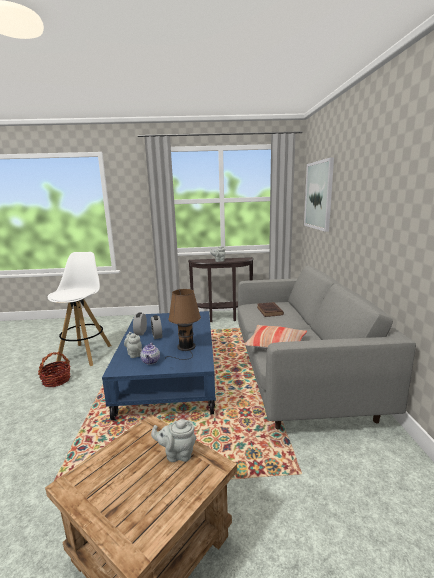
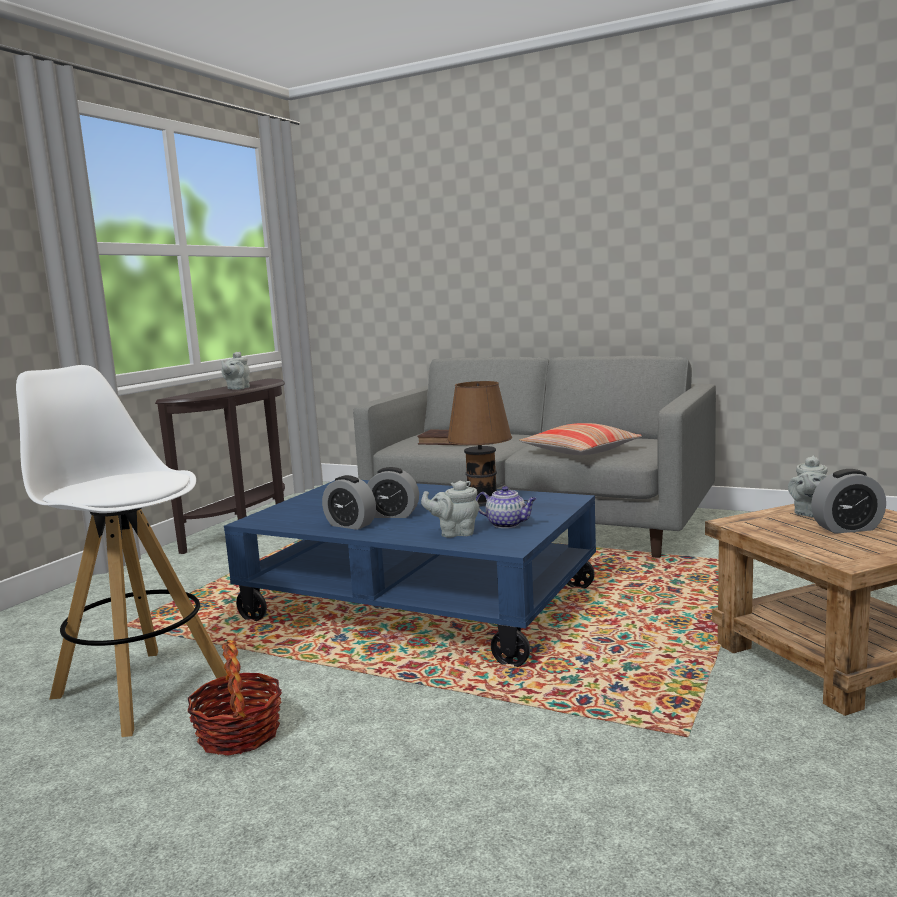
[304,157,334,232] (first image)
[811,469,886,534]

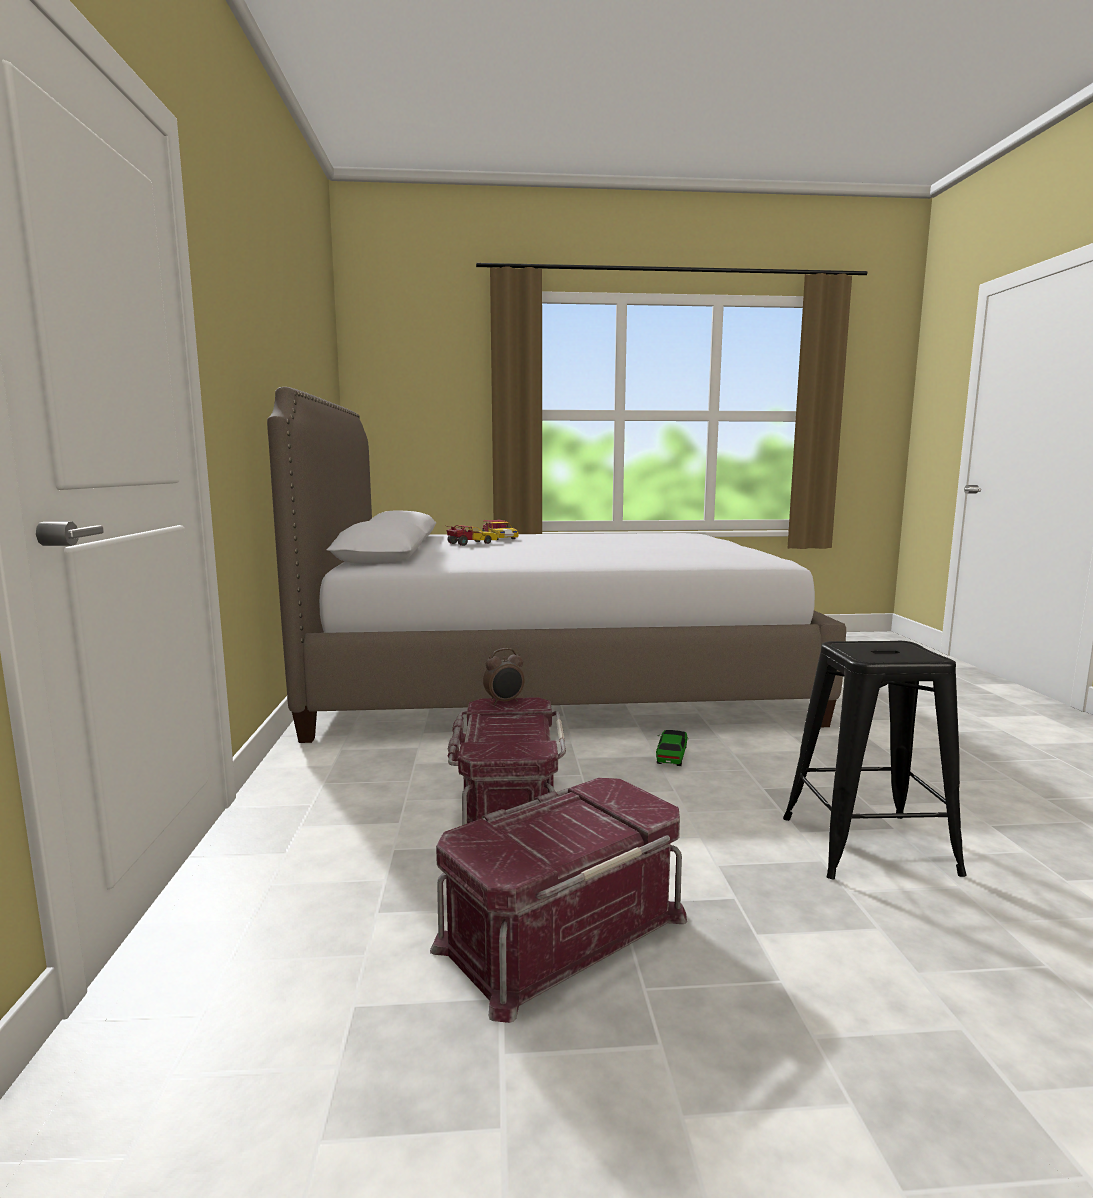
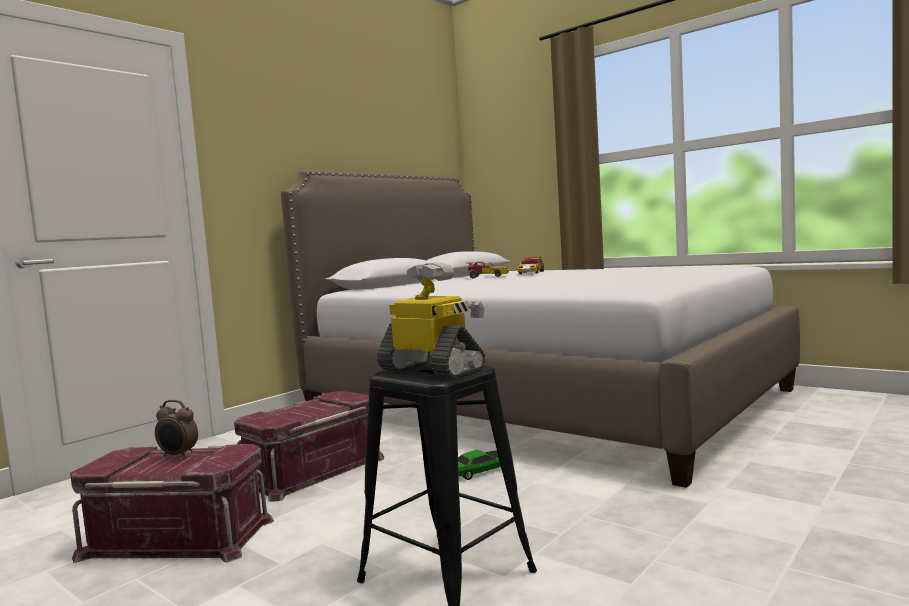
[377,262,486,378]
[155,400,198,458]

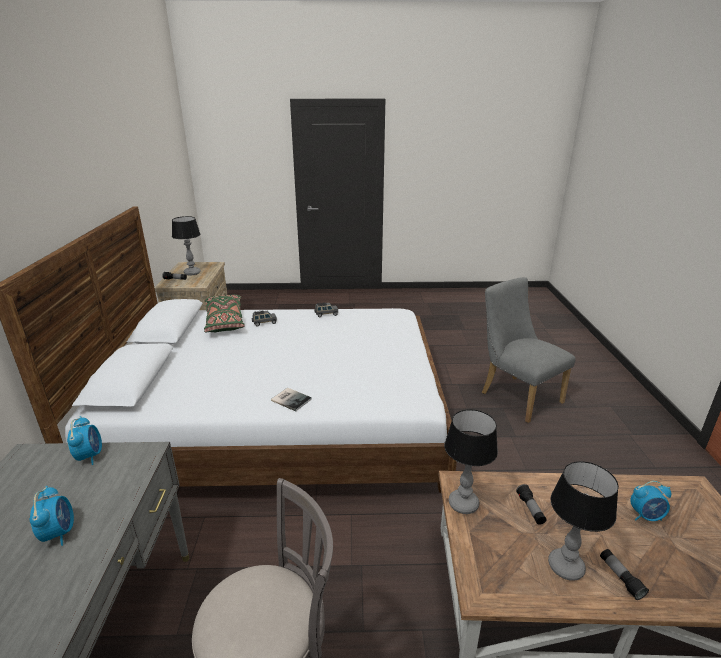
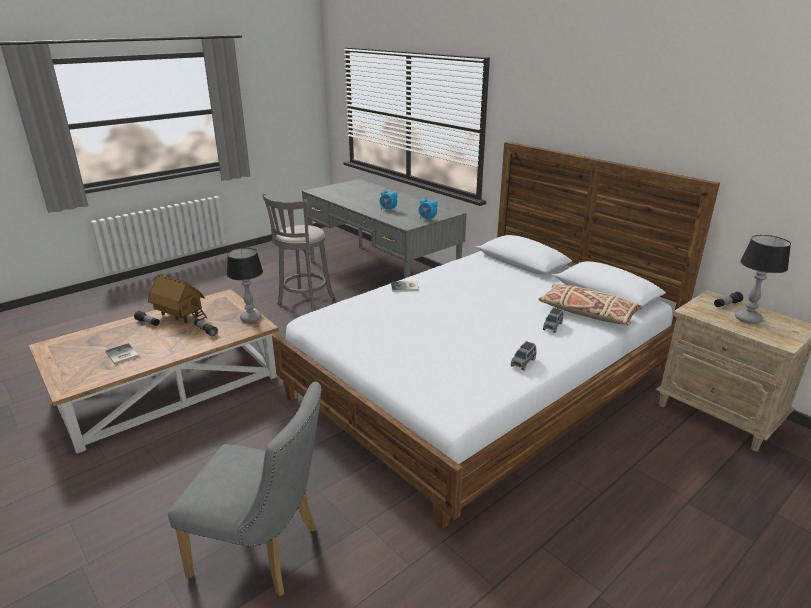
[148,274,207,323]
[105,343,139,364]
[538,284,643,325]

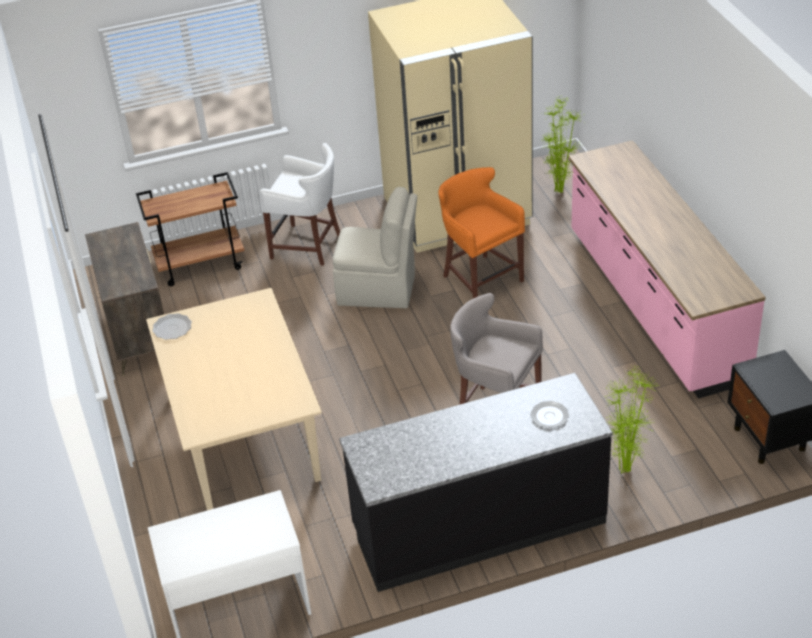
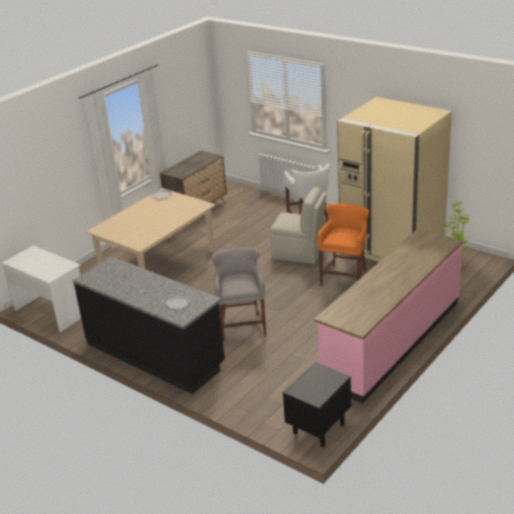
[136,172,244,286] (first image)
[605,365,659,473] (first image)
[270,187,327,264]

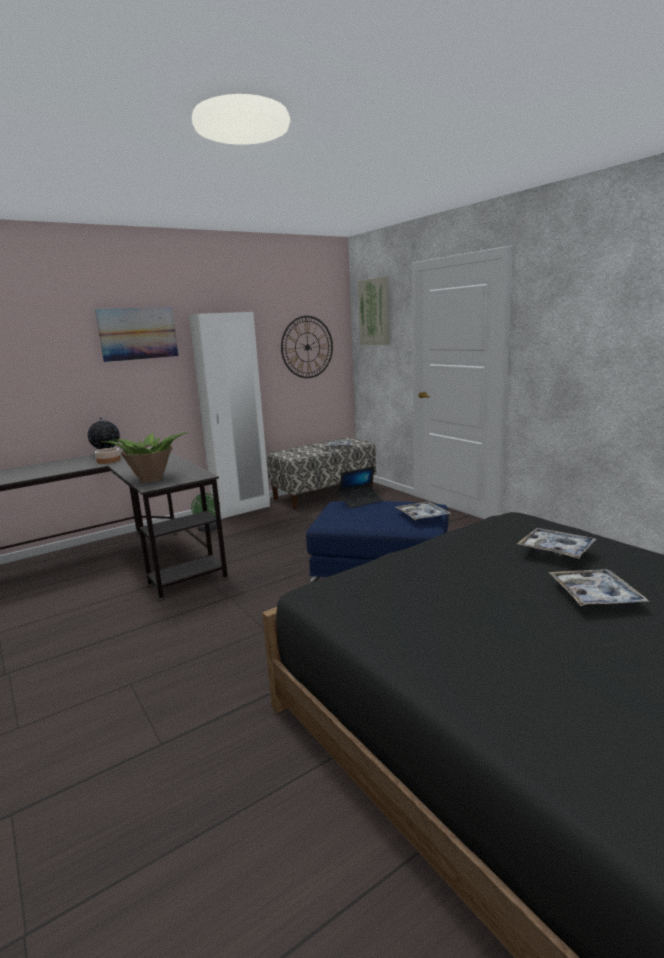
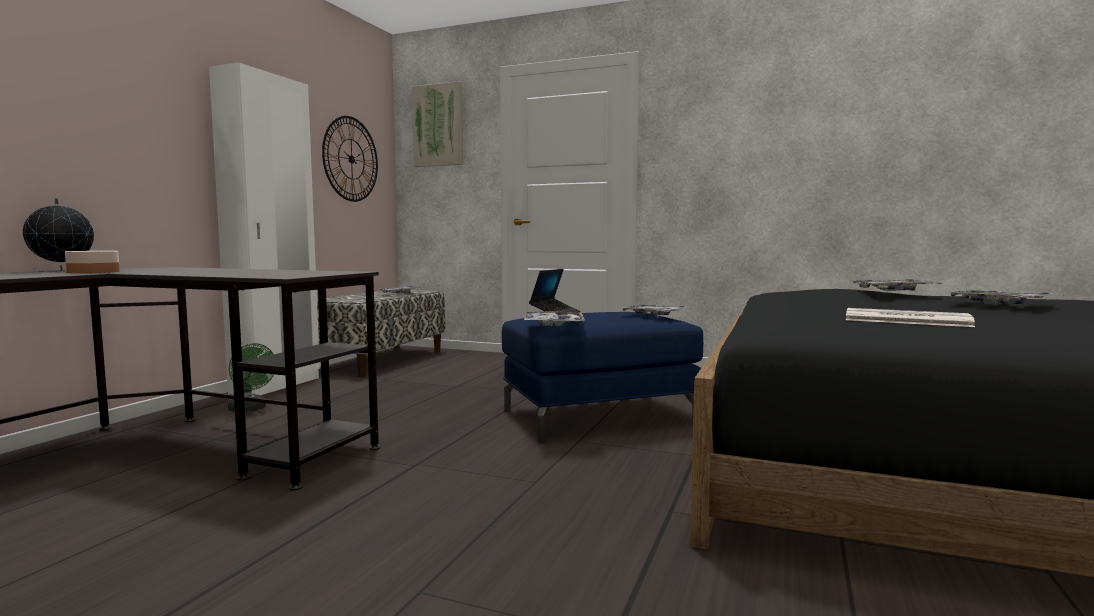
[95,307,178,362] (first image)
[100,432,189,482] (first image)
[524,311,585,327]
[846,308,975,327]

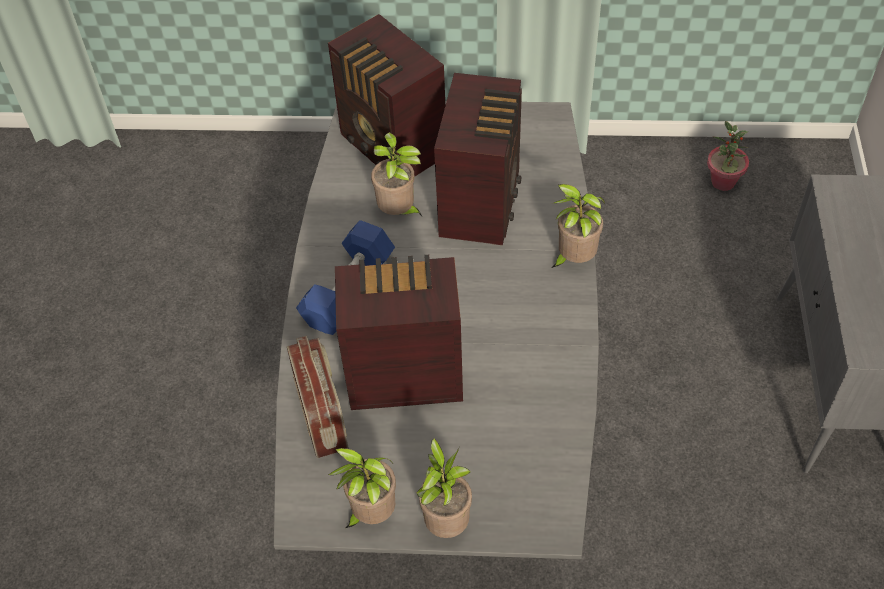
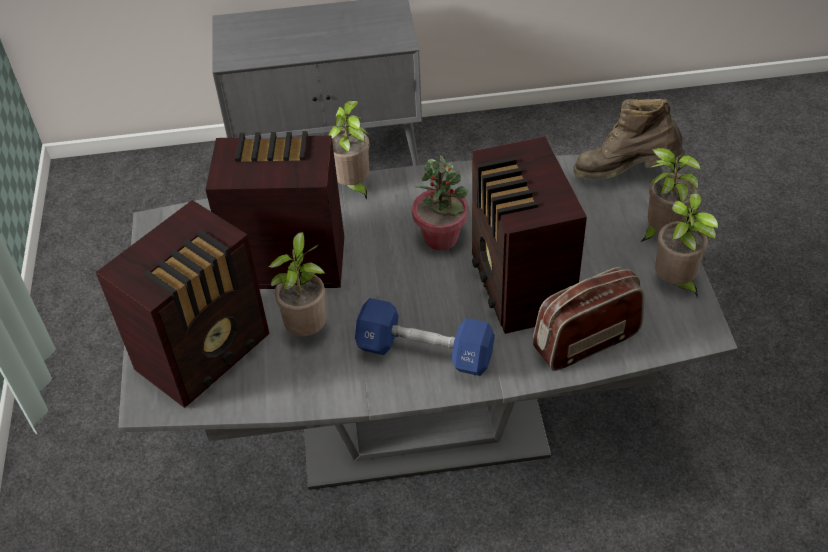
[573,99,685,179]
[412,156,468,251]

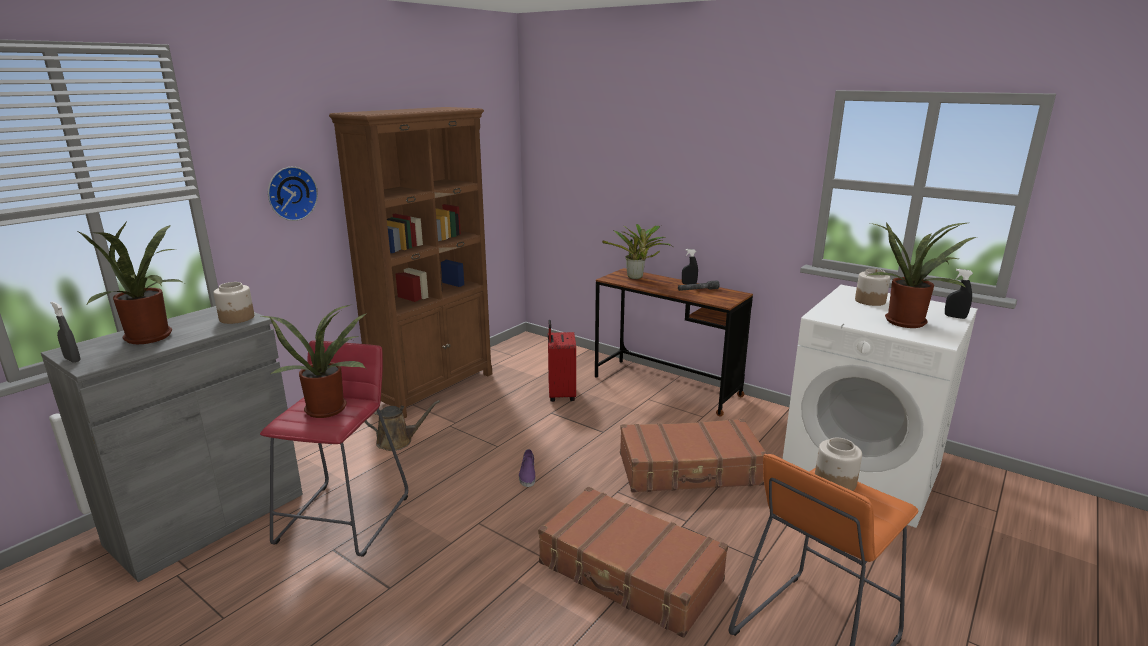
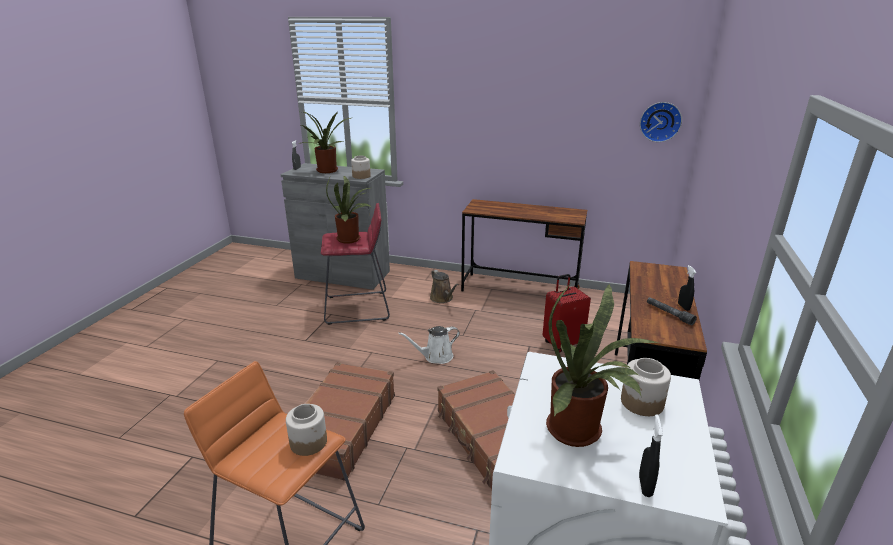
[602,224,673,279] (first image)
[640,102,682,142]
[461,199,587,291]
[398,326,460,364]

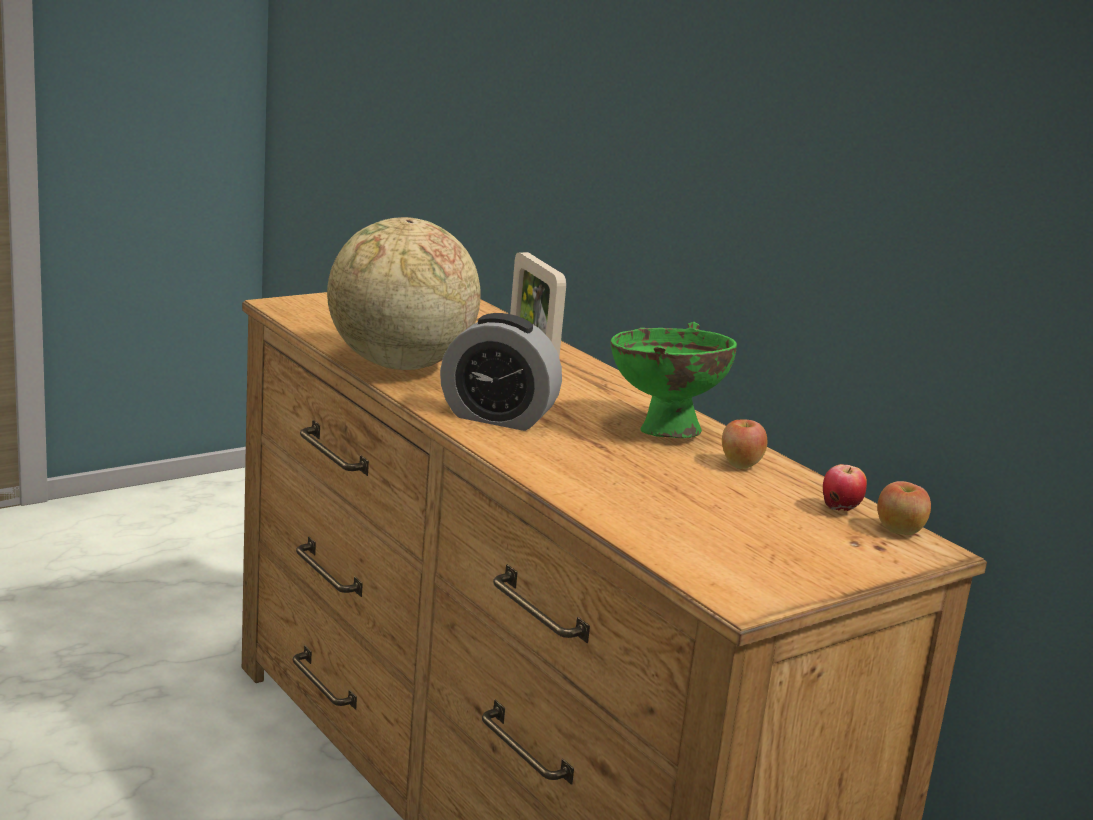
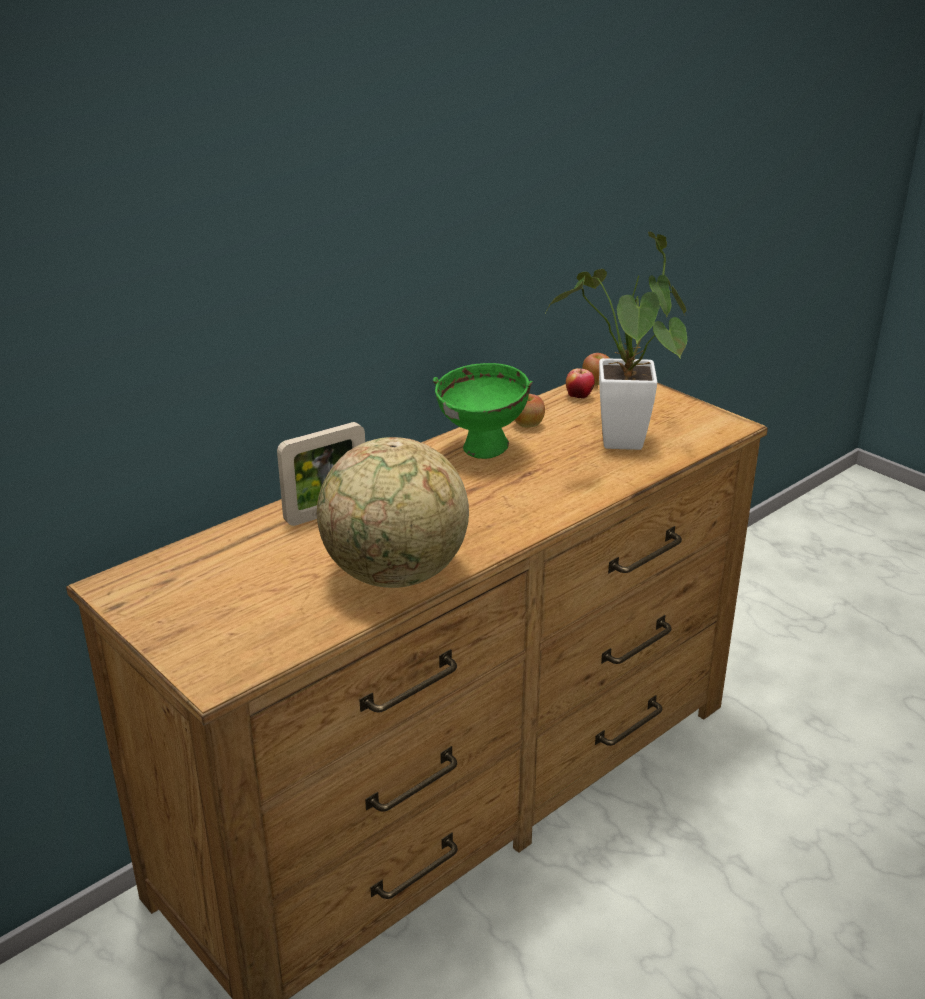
[440,313,562,431] (first image)
[546,232,687,450]

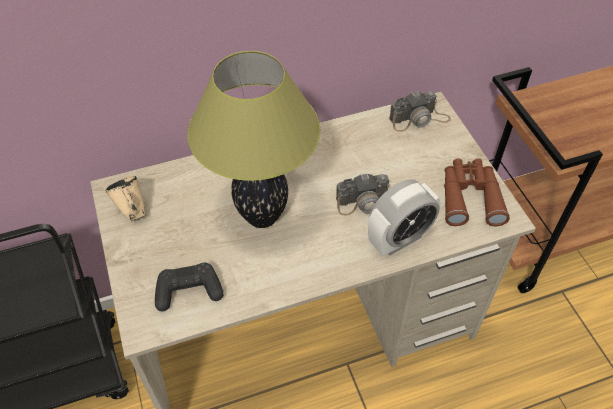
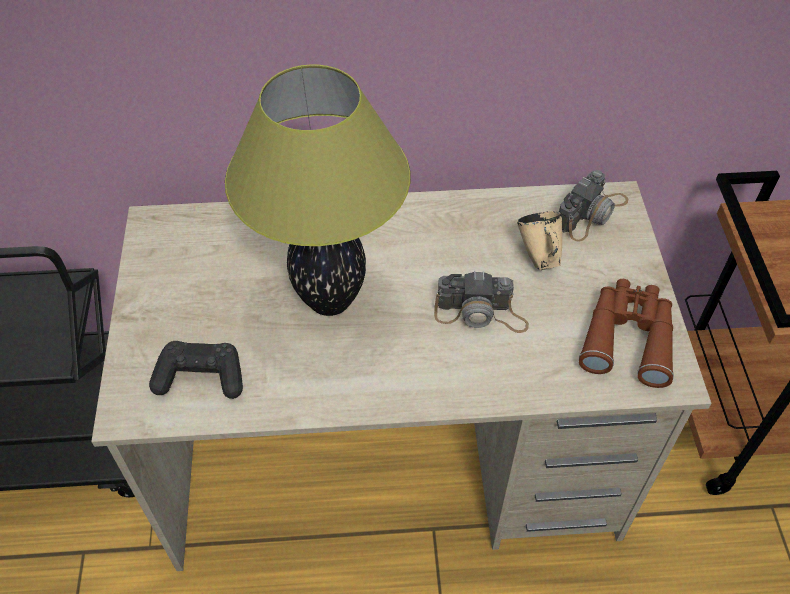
[368,180,440,256] (first image)
[517,211,562,270]
[559,170,628,242]

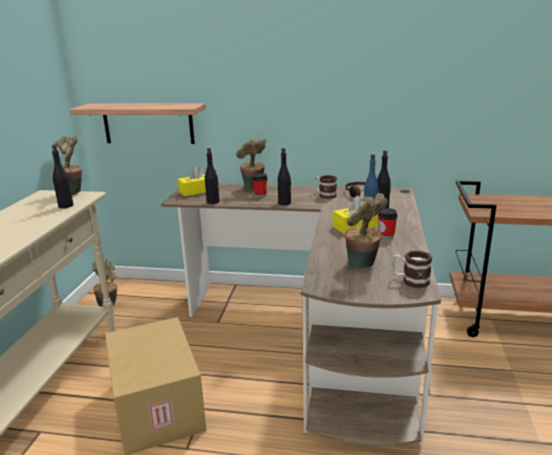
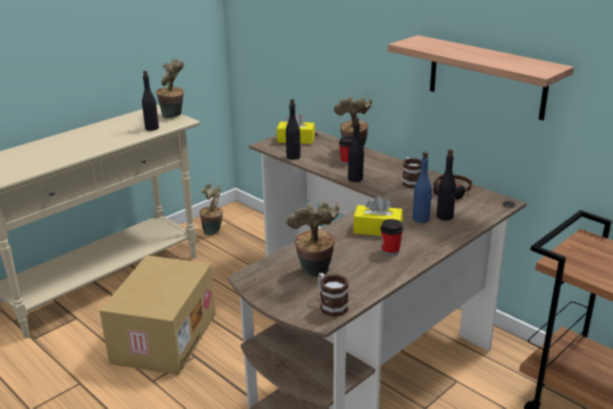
[388,35,574,120]

